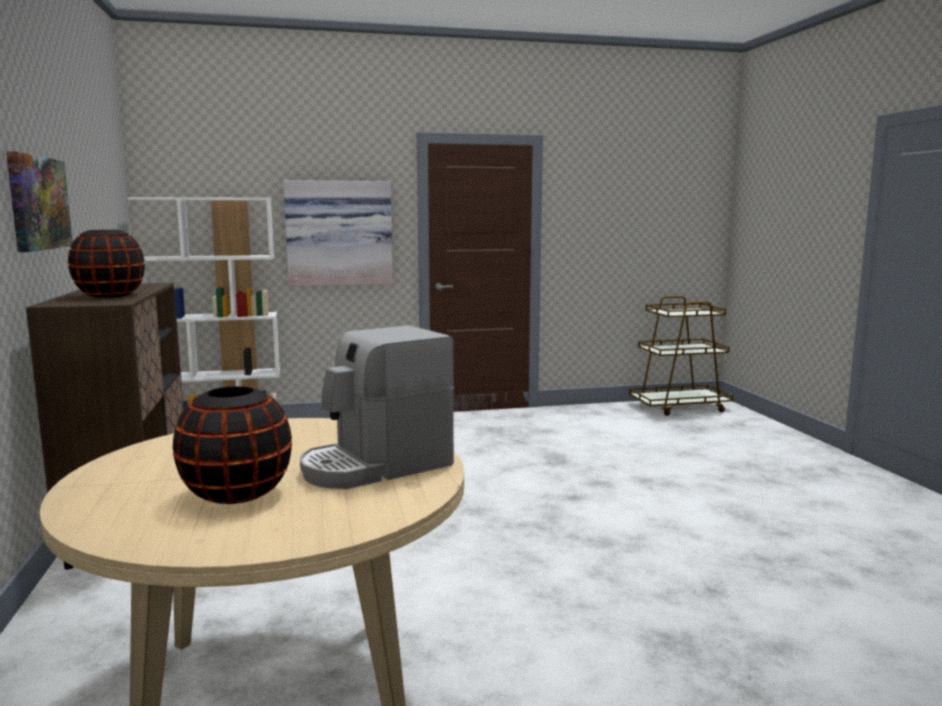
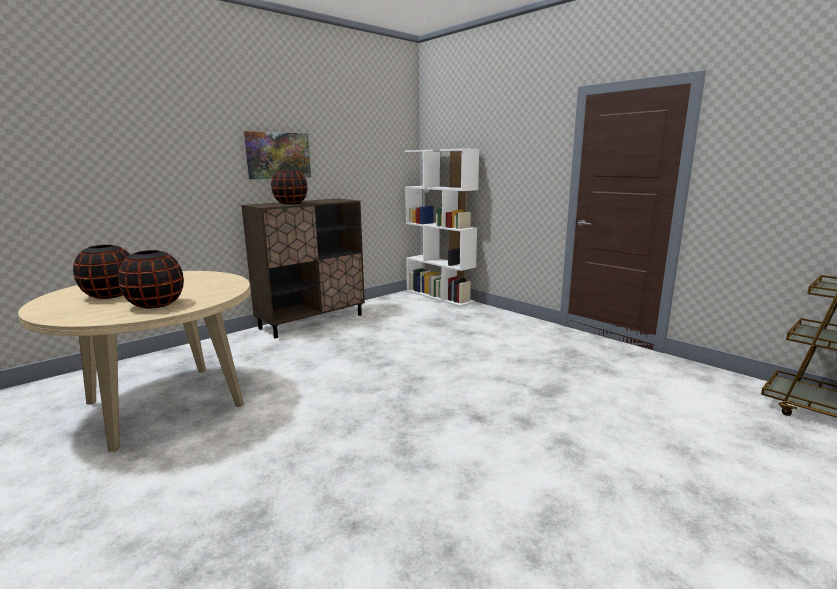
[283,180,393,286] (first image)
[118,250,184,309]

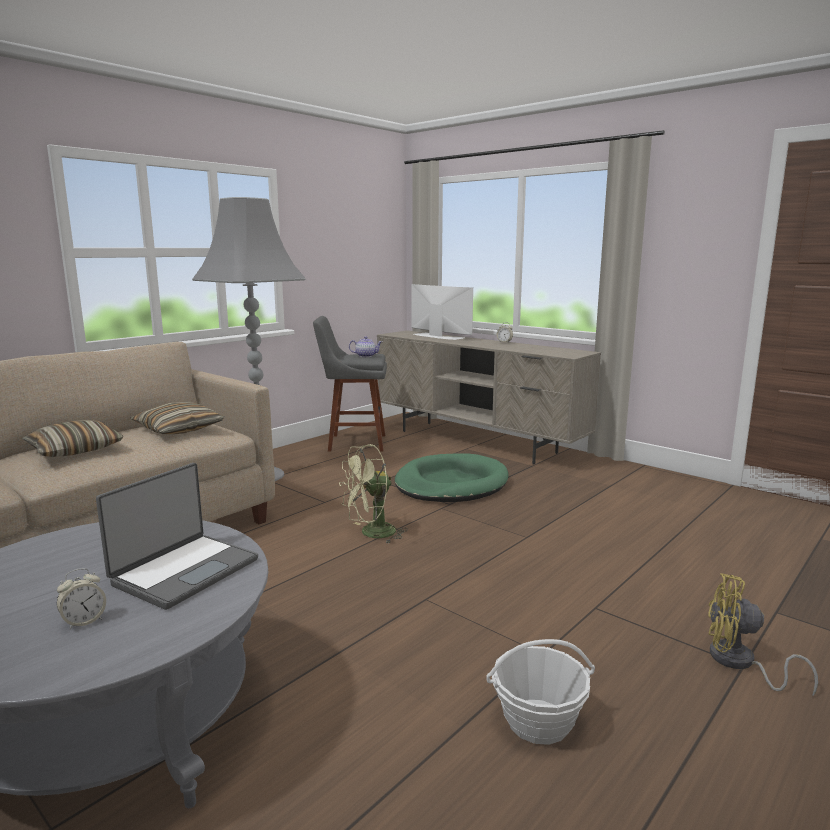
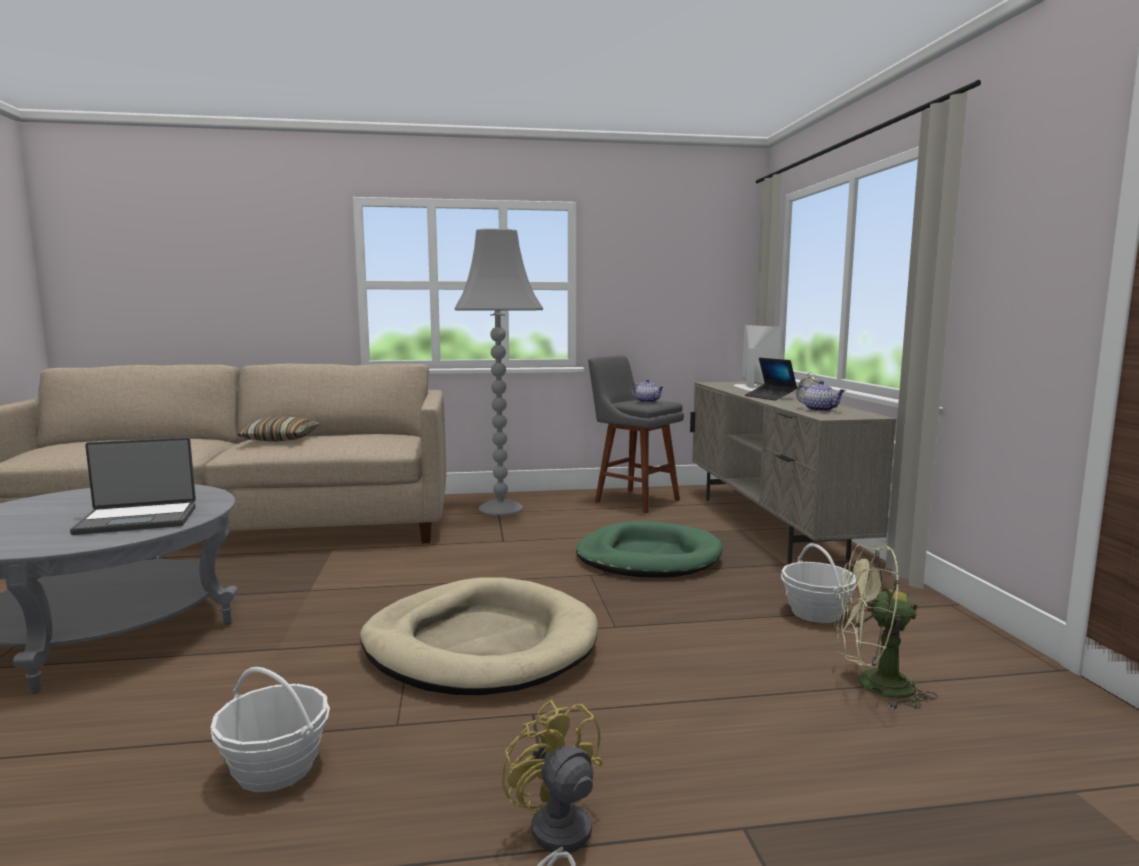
[57,568,106,630] (first image)
[130,402,224,434] (first image)
[360,577,598,695]
[745,358,797,401]
[781,543,857,623]
[796,380,846,412]
[834,544,937,710]

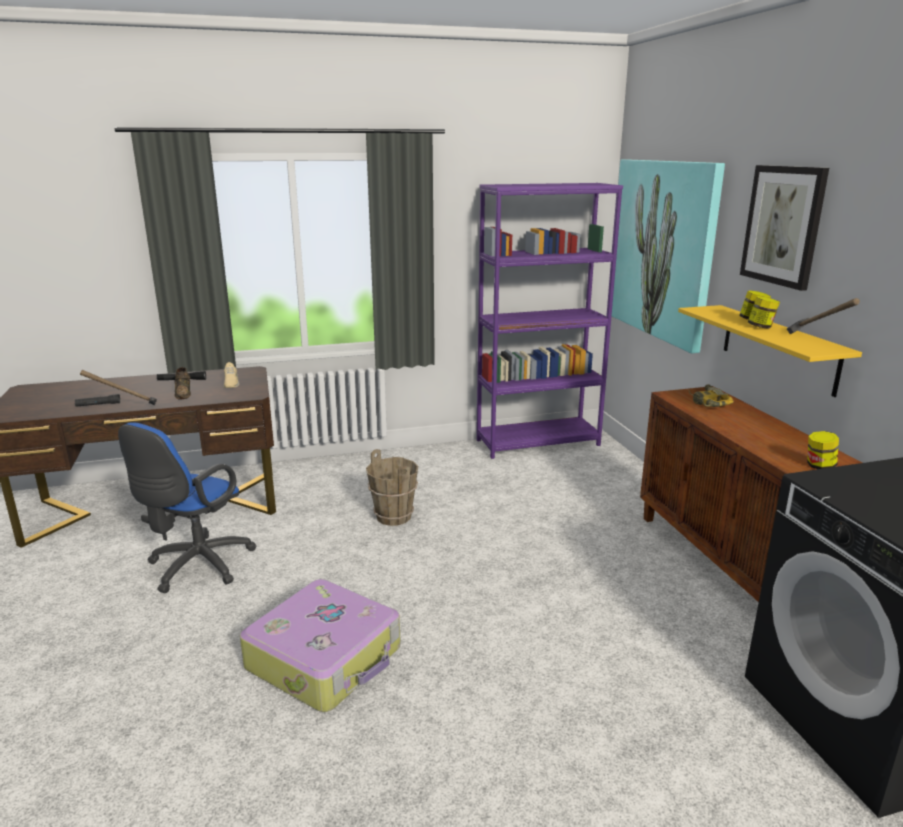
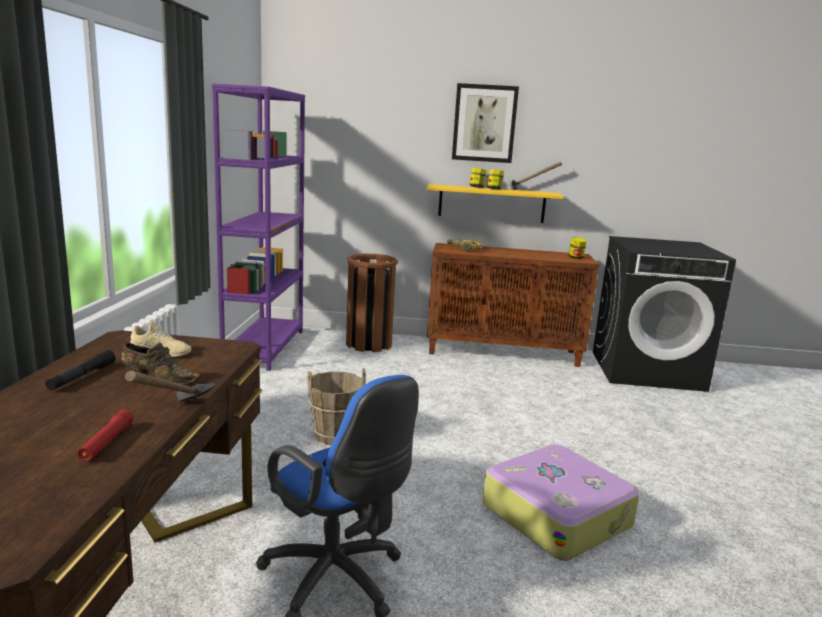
[612,160,725,353] (first image)
[346,254,398,352]
[77,410,134,462]

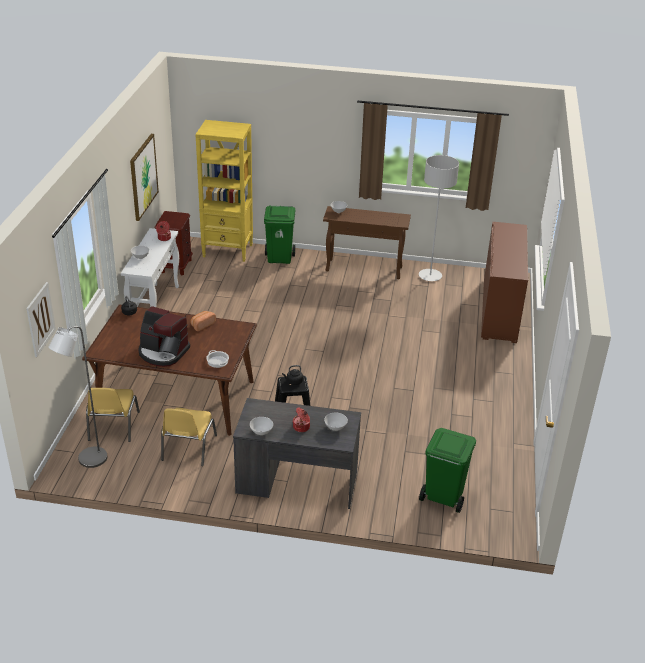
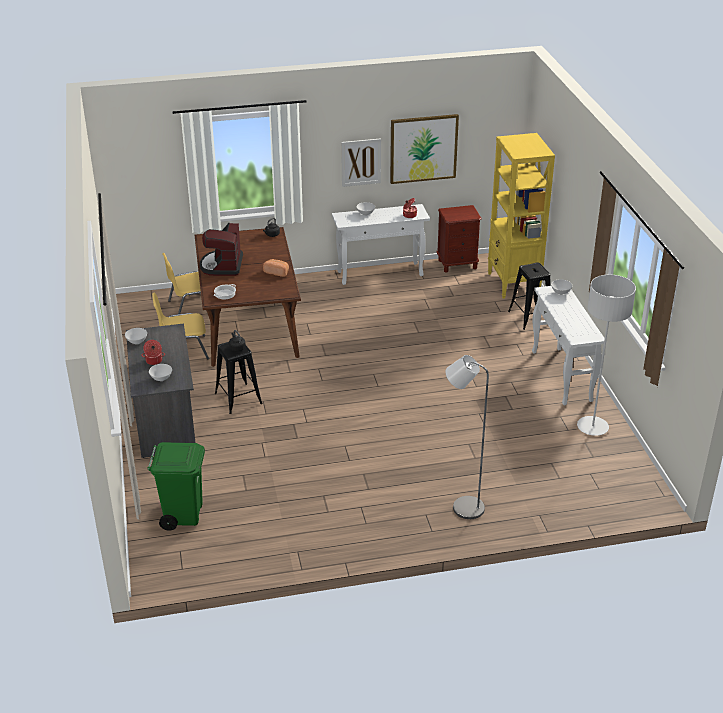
[481,222,528,343] (first image)
[341,138,381,187]
[445,355,489,519]
[508,263,551,330]
[532,286,605,405]

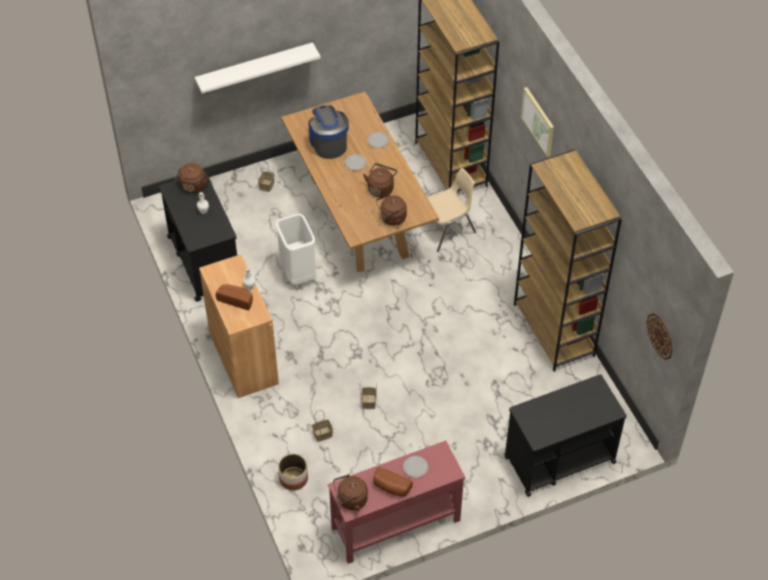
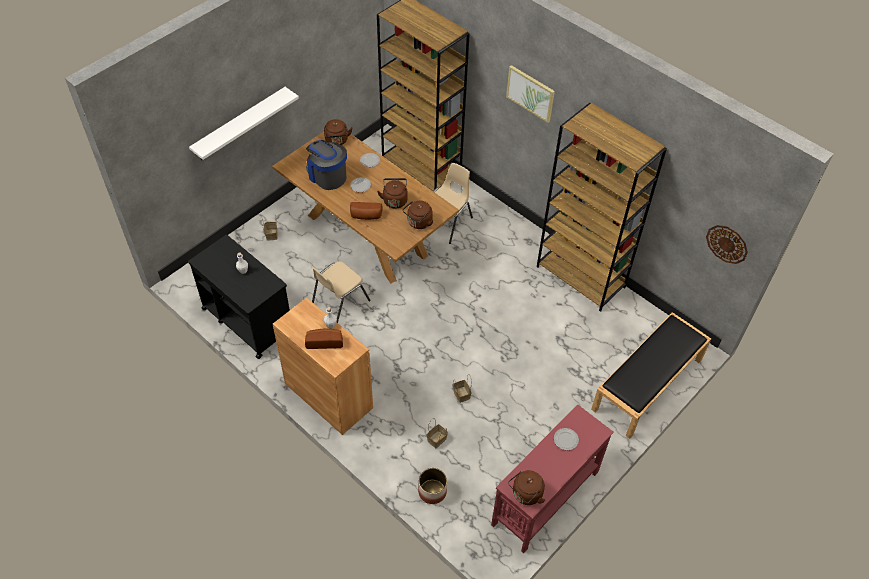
[324,119,353,145]
[350,202,383,220]
[311,261,371,323]
[591,312,711,439]

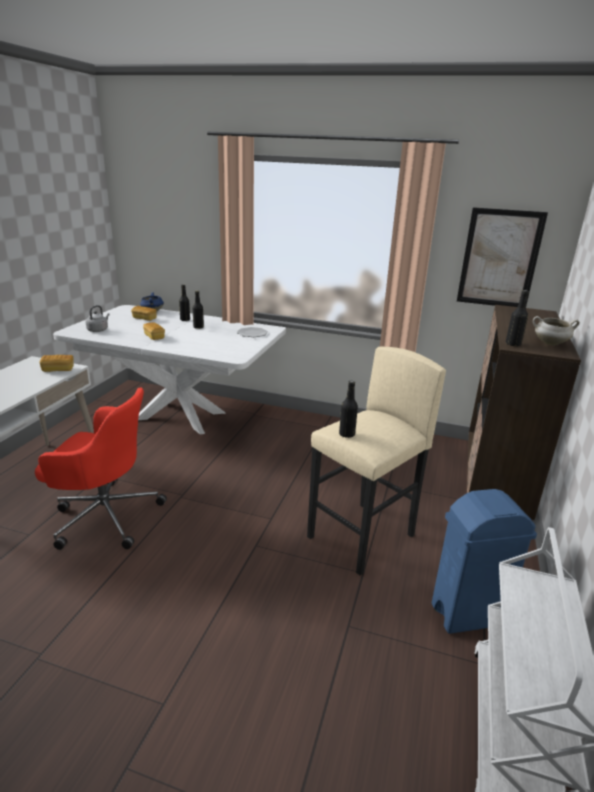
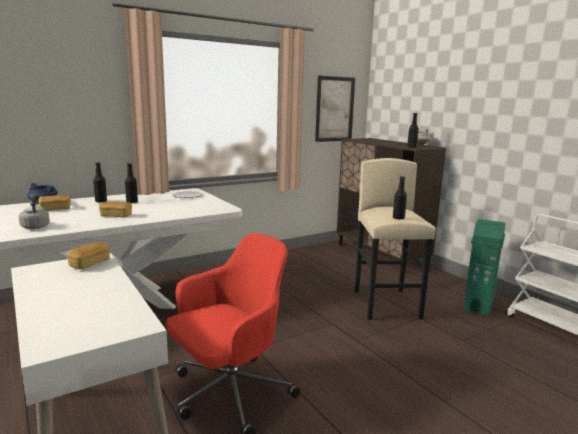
[463,219,506,316]

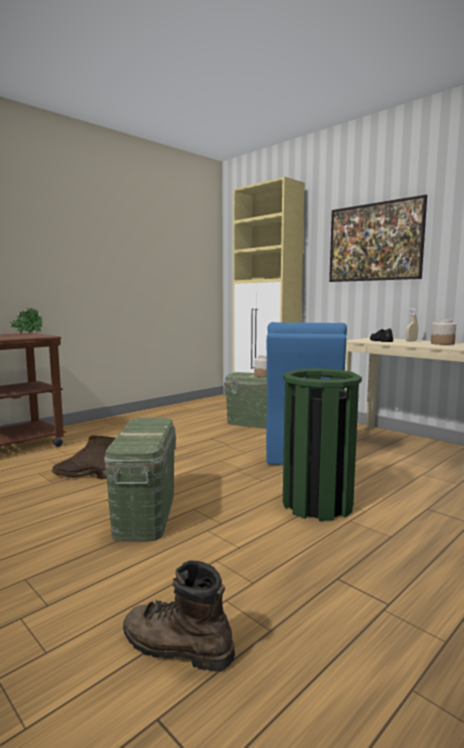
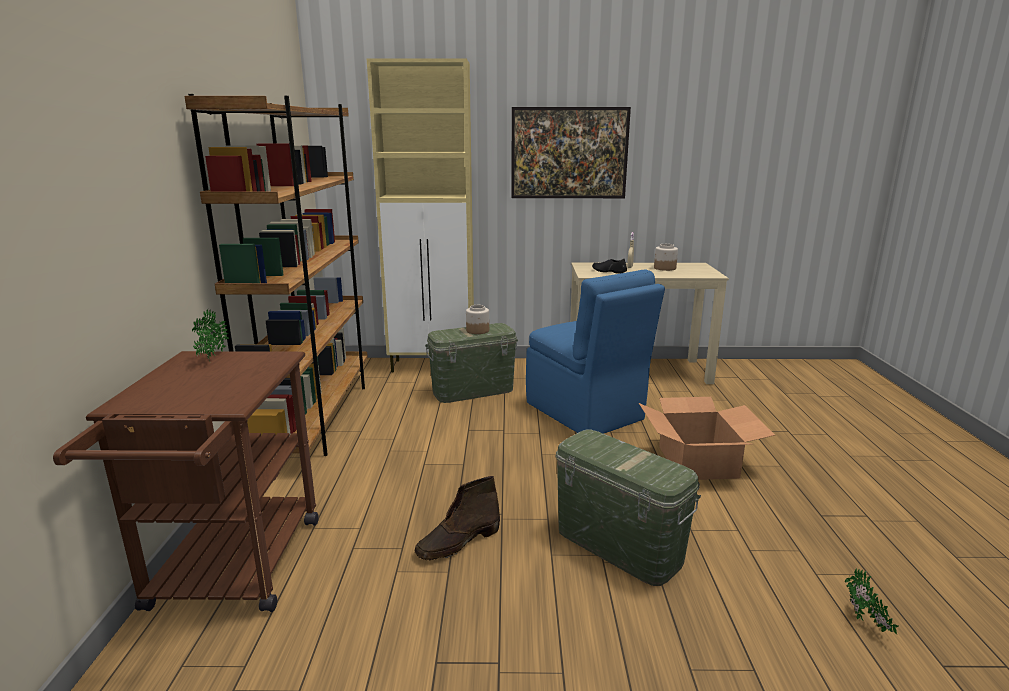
[184,94,368,456]
[845,568,898,634]
[639,397,775,480]

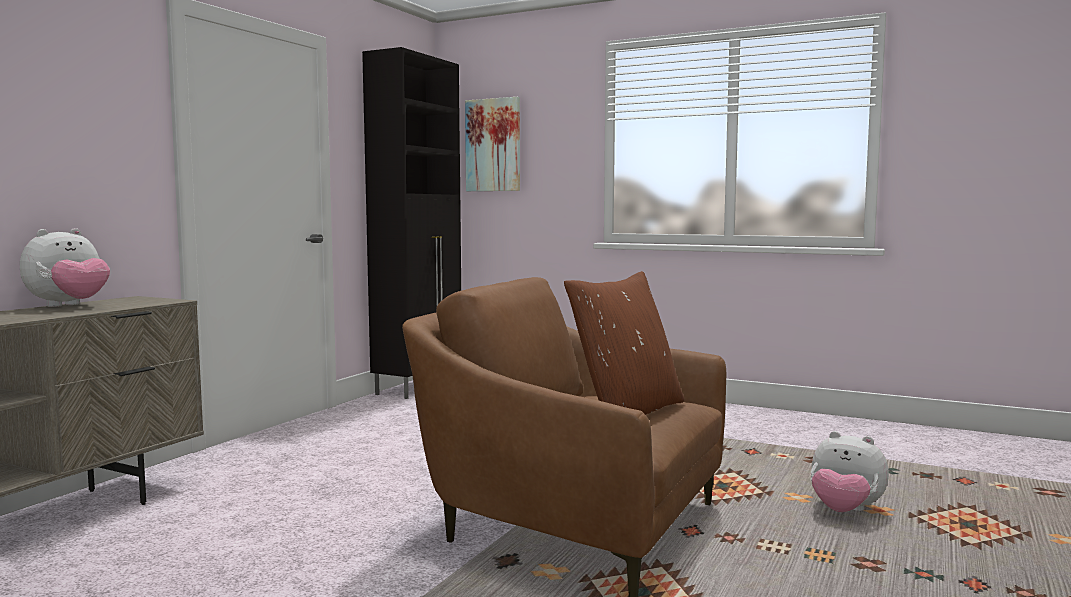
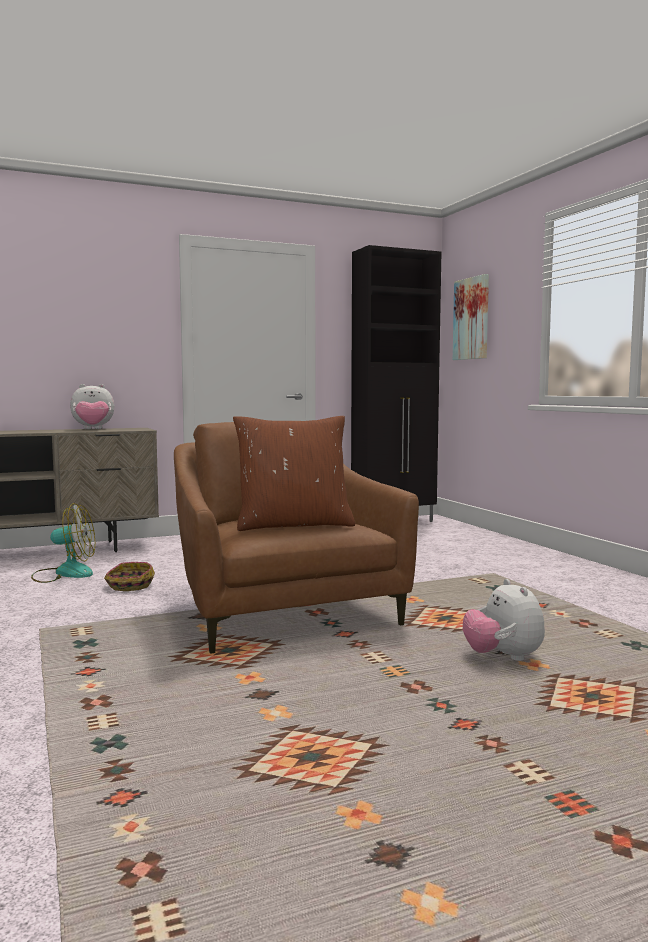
[31,503,95,583]
[104,562,155,591]

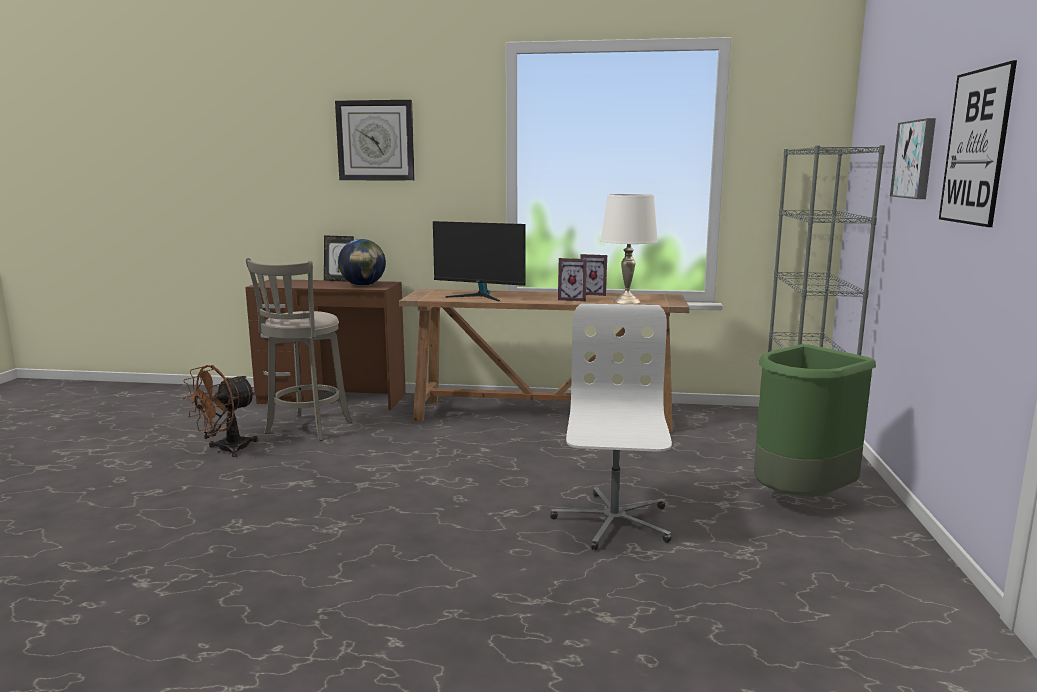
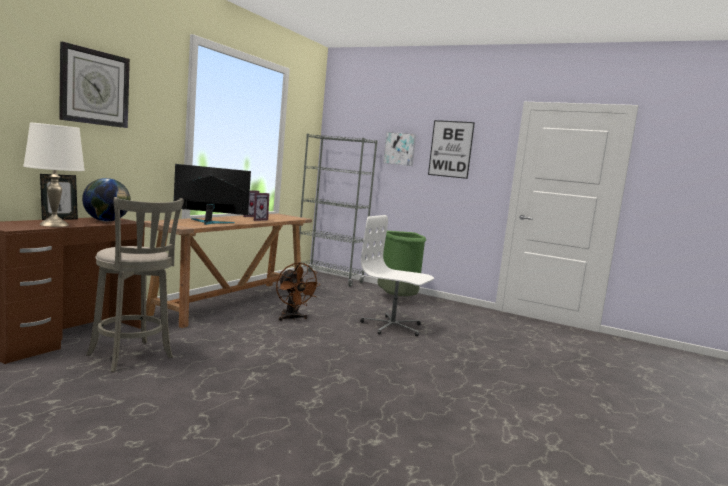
[276,263,321,321]
[23,122,85,227]
[174,164,251,225]

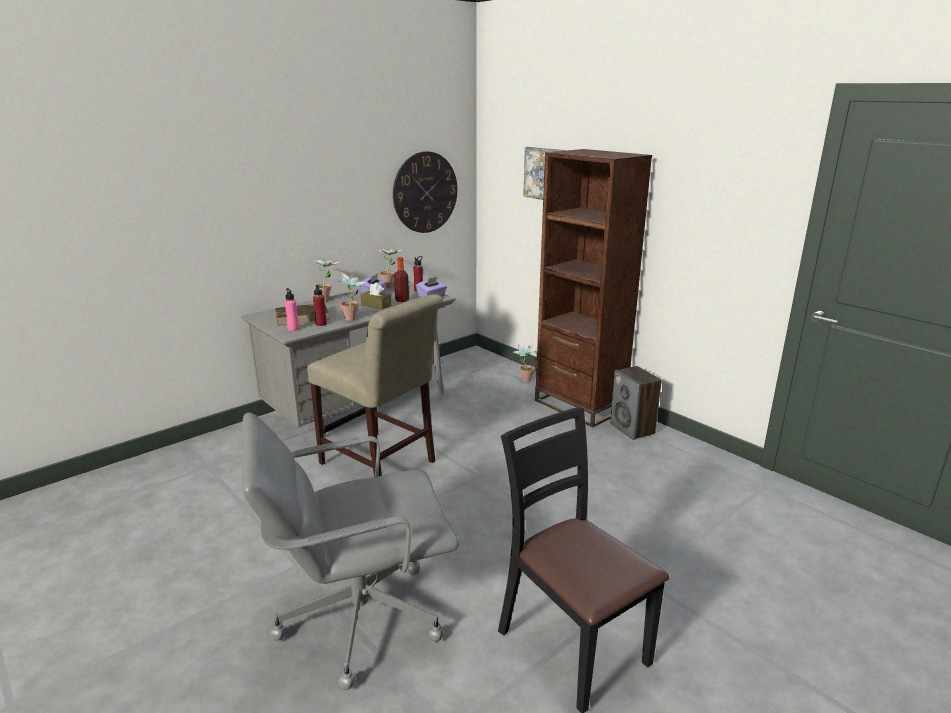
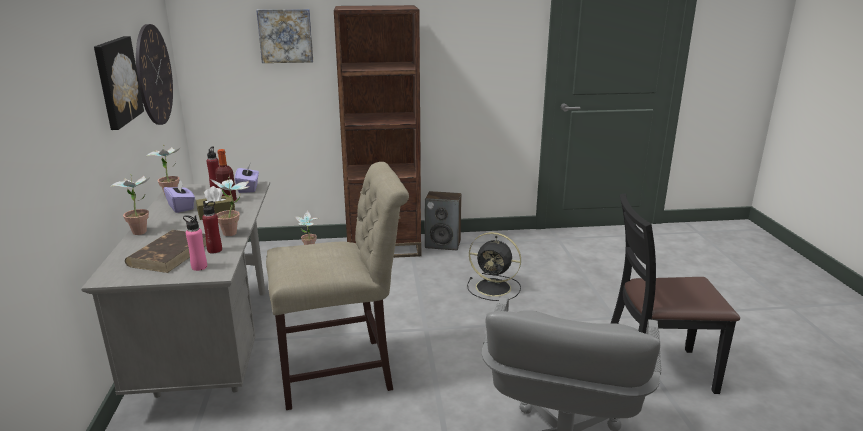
[94,36,144,130]
[467,232,521,301]

